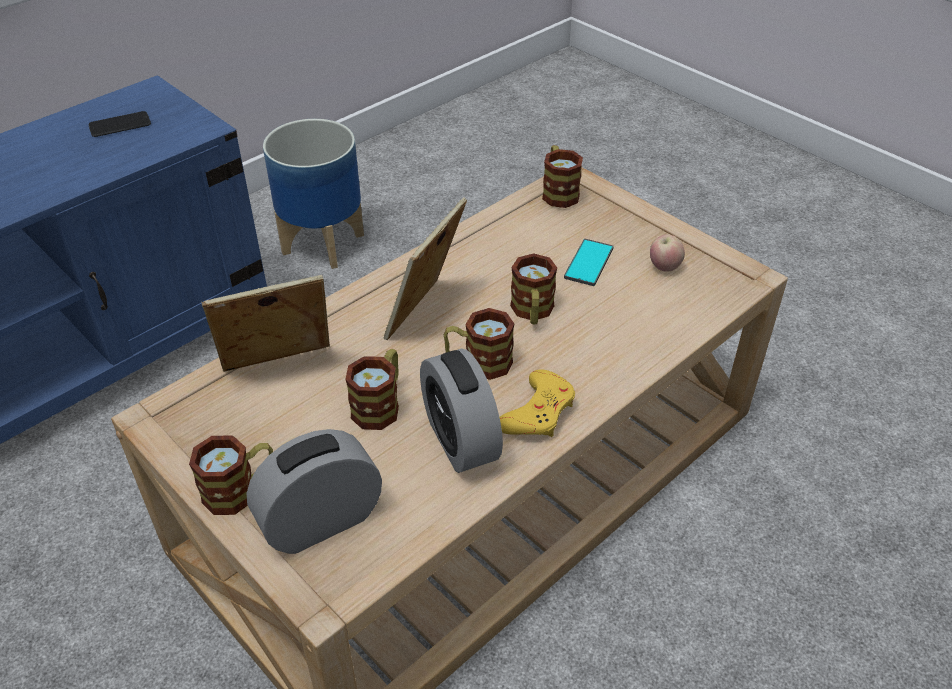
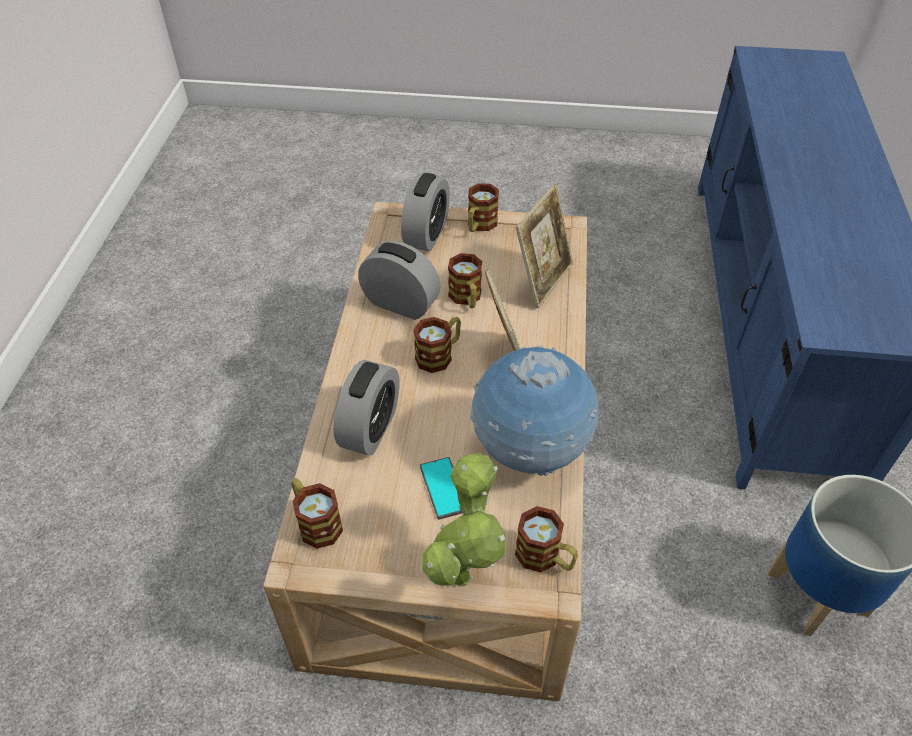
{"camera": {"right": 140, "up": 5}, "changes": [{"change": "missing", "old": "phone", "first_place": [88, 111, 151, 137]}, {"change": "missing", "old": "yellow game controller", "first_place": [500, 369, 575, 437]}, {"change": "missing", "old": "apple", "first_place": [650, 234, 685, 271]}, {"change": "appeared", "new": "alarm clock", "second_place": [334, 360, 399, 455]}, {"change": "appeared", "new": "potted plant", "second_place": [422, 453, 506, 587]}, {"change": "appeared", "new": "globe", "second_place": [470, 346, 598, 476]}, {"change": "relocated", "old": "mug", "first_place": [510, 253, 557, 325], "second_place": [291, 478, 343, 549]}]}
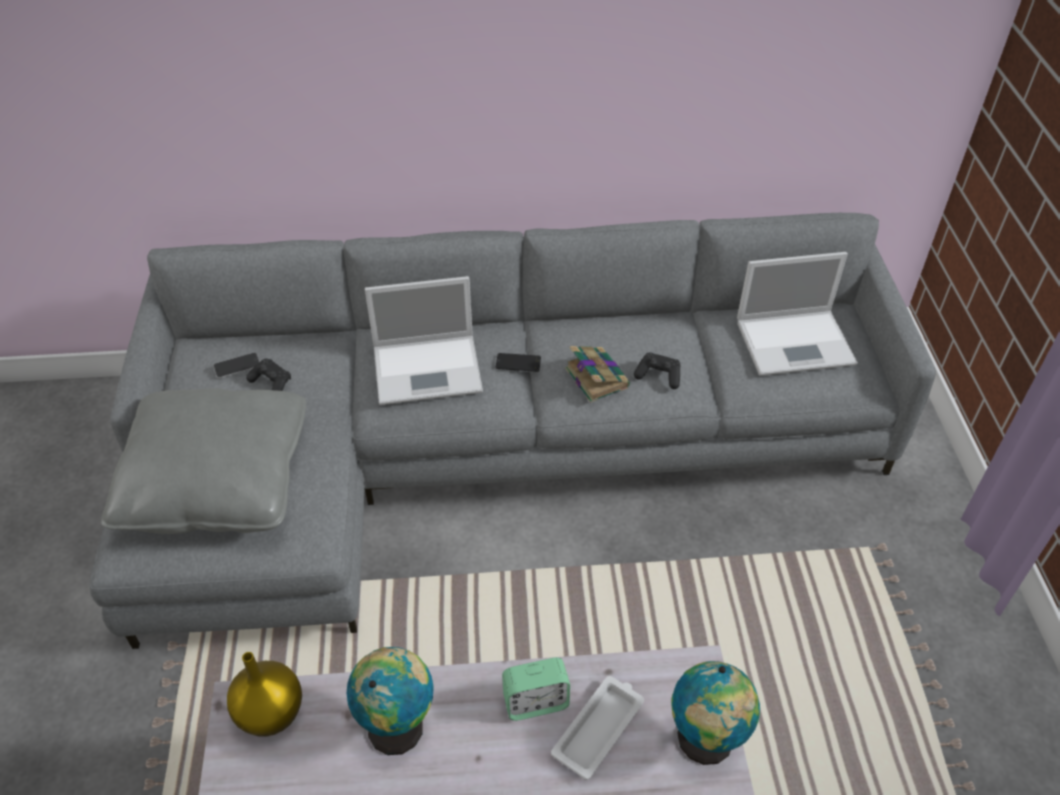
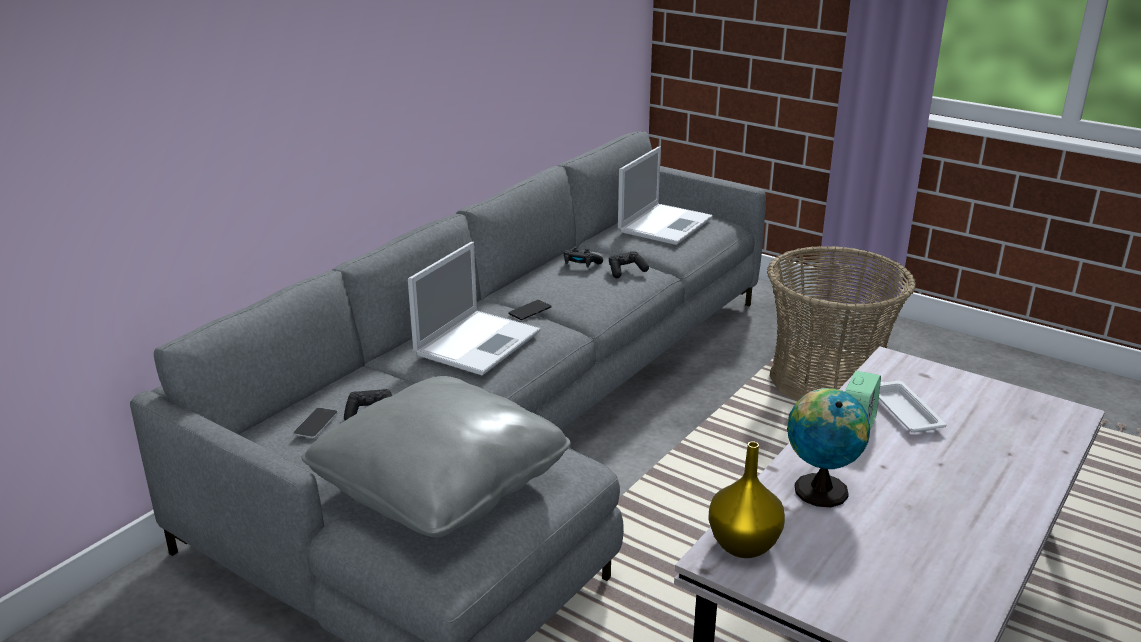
{"camera": {"right": -50, "up": -20}, "changes": [{"change": "missing", "old": "book", "first_place": [565, 346, 630, 403]}, {"change": "missing", "old": "globe", "first_place": [671, 661, 760, 765]}, {"change": "appeared", "new": "black game controller", "second_place": [564, 246, 603, 267]}, {"change": "appeared", "new": "basket", "second_place": [767, 246, 916, 401]}]}
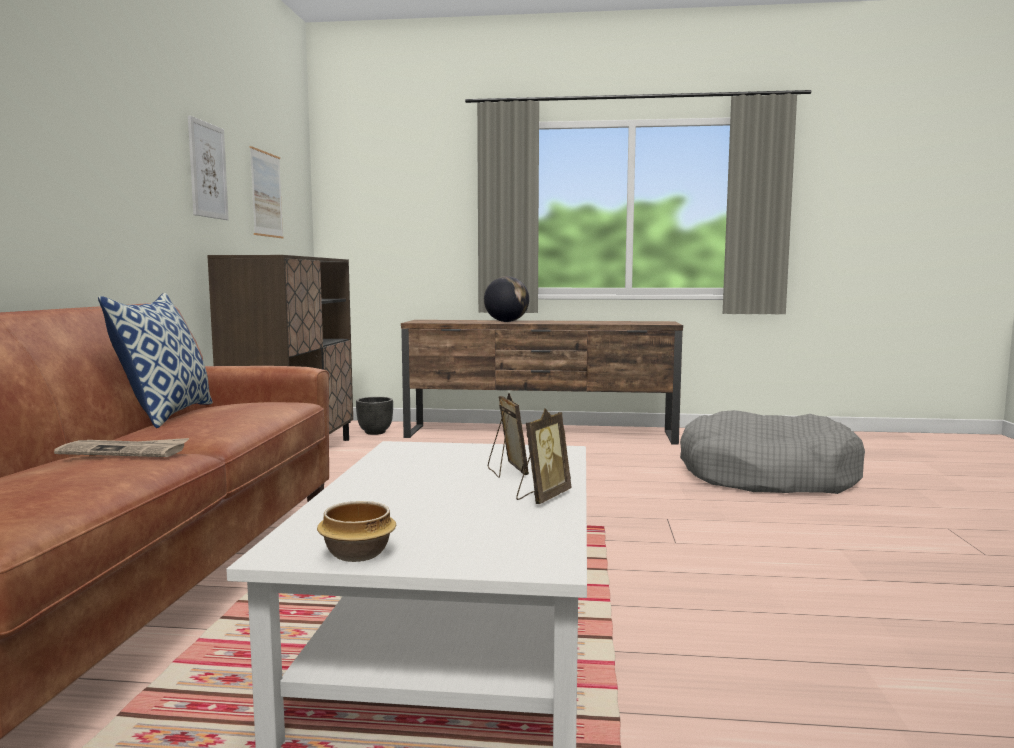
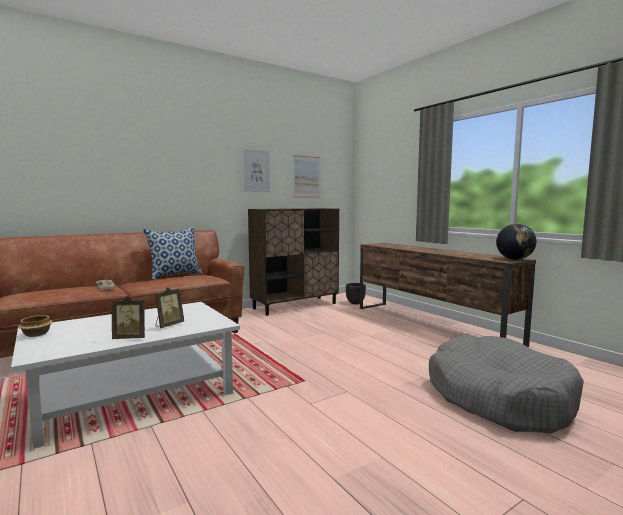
{"camera": {"right": 50, "up": 0}, "changes": [{"change": "relocated", "old": "globe", "first_place": [484, 276, 529, 322], "second_place": [496, 224, 537, 260]}]}
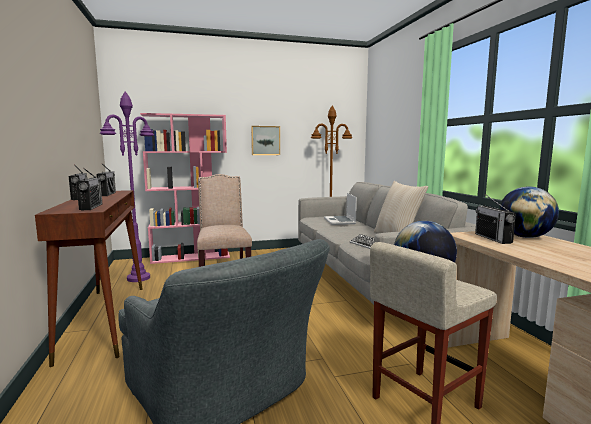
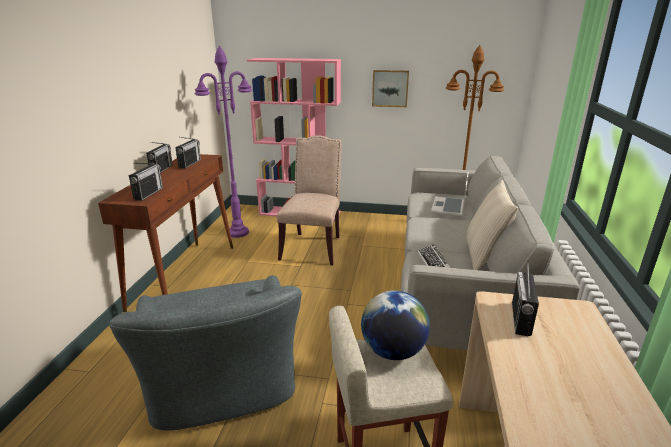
{"camera": {"right": 25, "up": 15}, "changes": [{"change": "missing", "old": "globe", "first_place": [499, 187, 559, 238]}]}
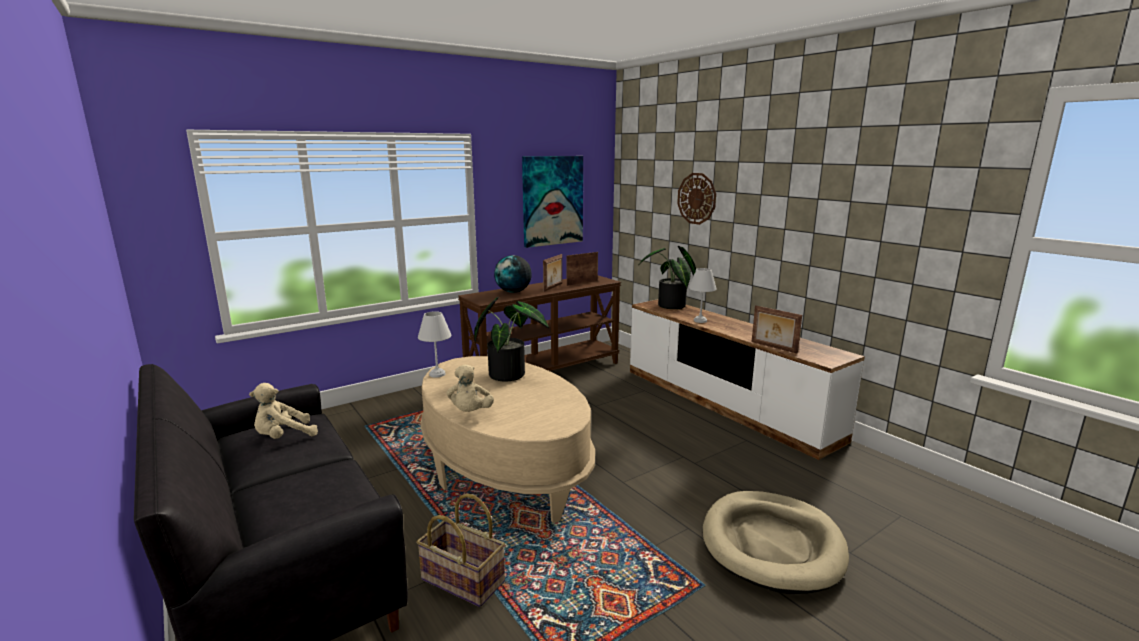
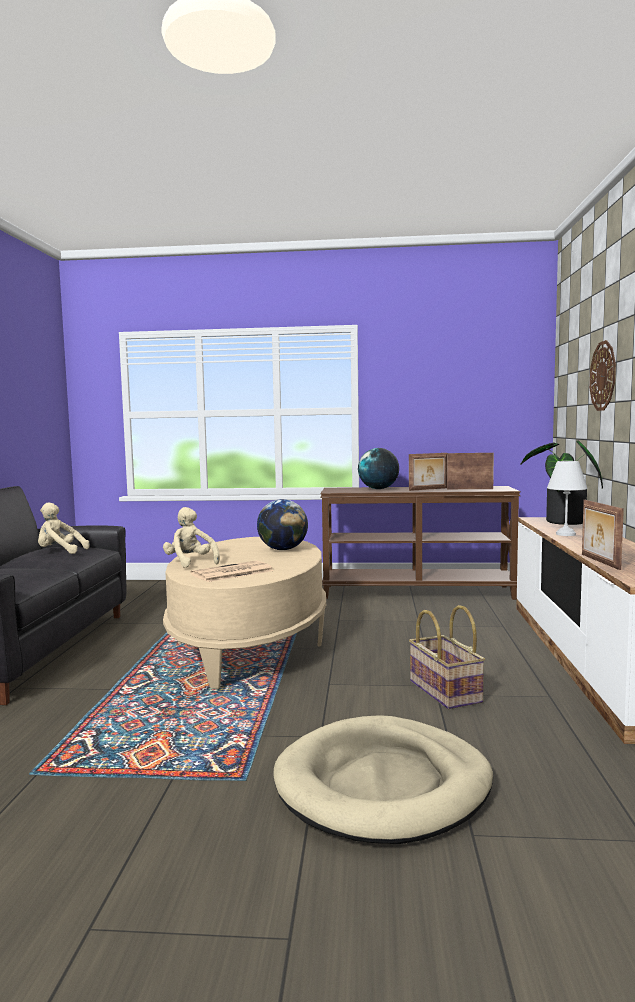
{"camera": {"right": 40, "up": -10}, "changes": [{"change": "missing", "old": "white table lamp", "first_place": [418, 311, 451, 378]}, {"change": "missing", "old": "picture", "first_place": [522, 156, 583, 248]}, {"change": "appeared", "new": "newspaper", "second_place": [190, 560, 274, 582]}, {"change": "relocated", "old": "basket", "first_place": [417, 494, 505, 607], "second_place": [409, 605, 485, 709]}, {"change": "exchanged", "old": "potted plant", "new": "globe", "first_place": [474, 297, 549, 381], "second_place": [257, 499, 308, 550]}, {"change": "spun", "old": "beige plush toy", "first_place": [447, 365, 494, 412], "second_place": [163, 507, 220, 568], "degrees": 105}]}
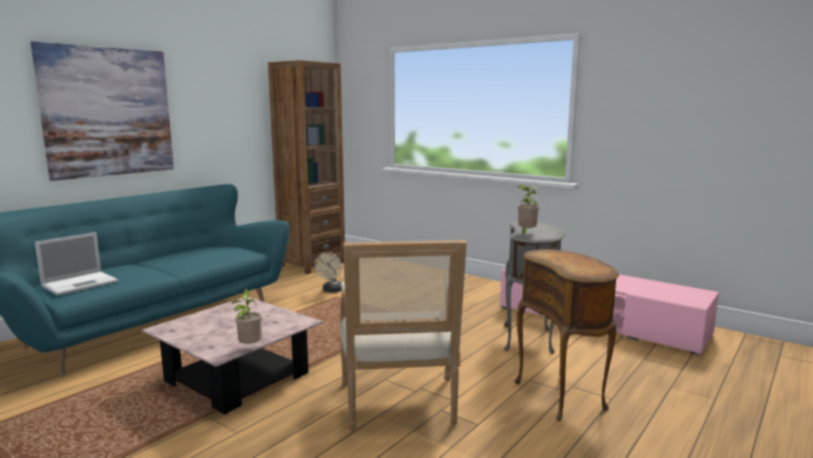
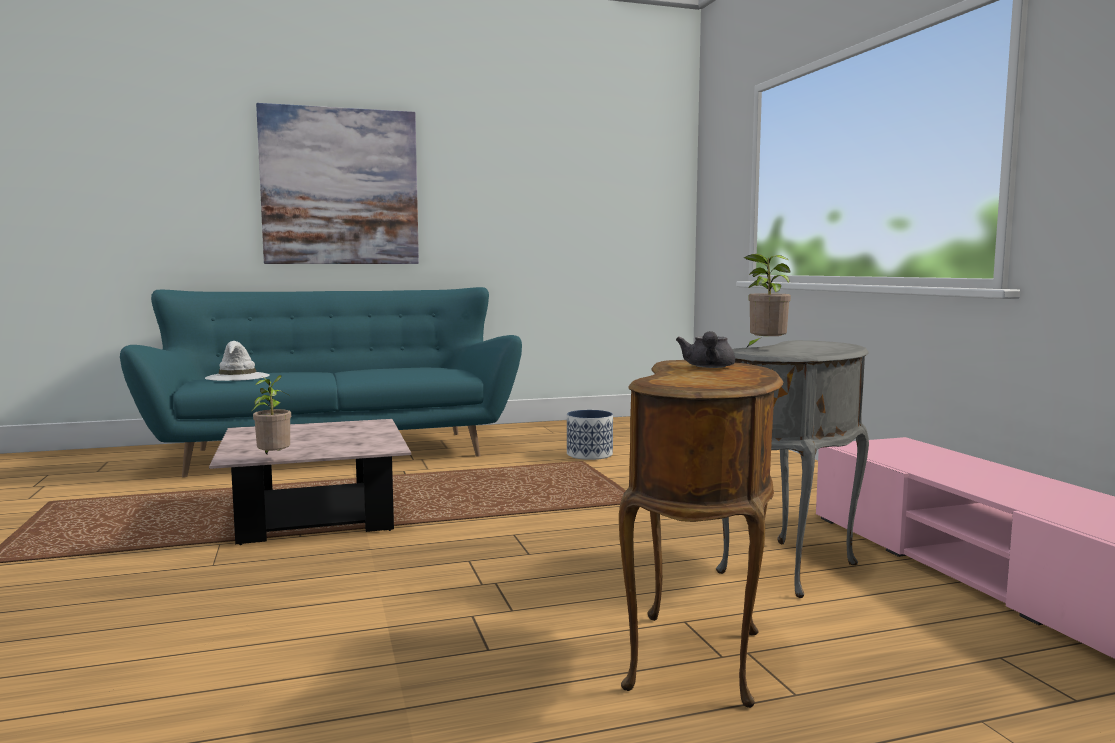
{"camera": {"right": 35, "up": -5}, "changes": [{"change": "missing", "old": "brown bookcase", "first_place": [268, 60, 345, 274]}, {"change": "missing", "old": "armchair", "first_place": [340, 240, 467, 431]}, {"change": "appeared", "new": "grey teapot", "second_place": [676, 331, 735, 368]}, {"change": "exchanged", "old": "laptop", "new": "white hat", "first_place": [35, 232, 119, 296], "second_place": [205, 341, 269, 381]}, {"change": "exchanged", "old": "beige fan", "new": "planter", "first_place": [315, 252, 342, 292], "second_place": [567, 410, 613, 460]}]}
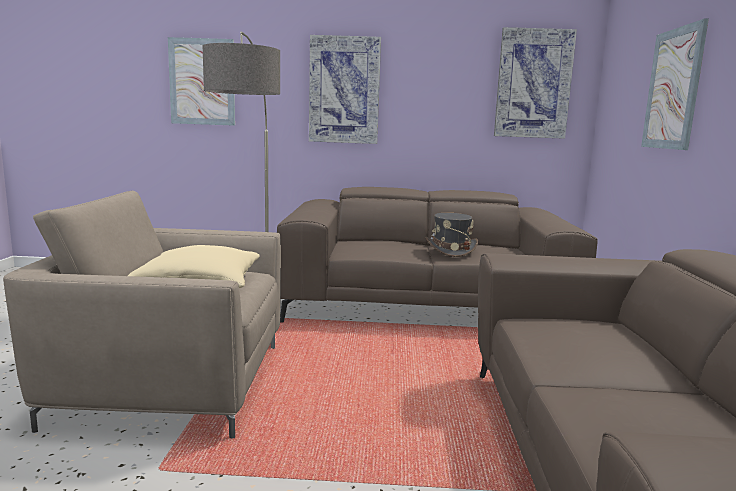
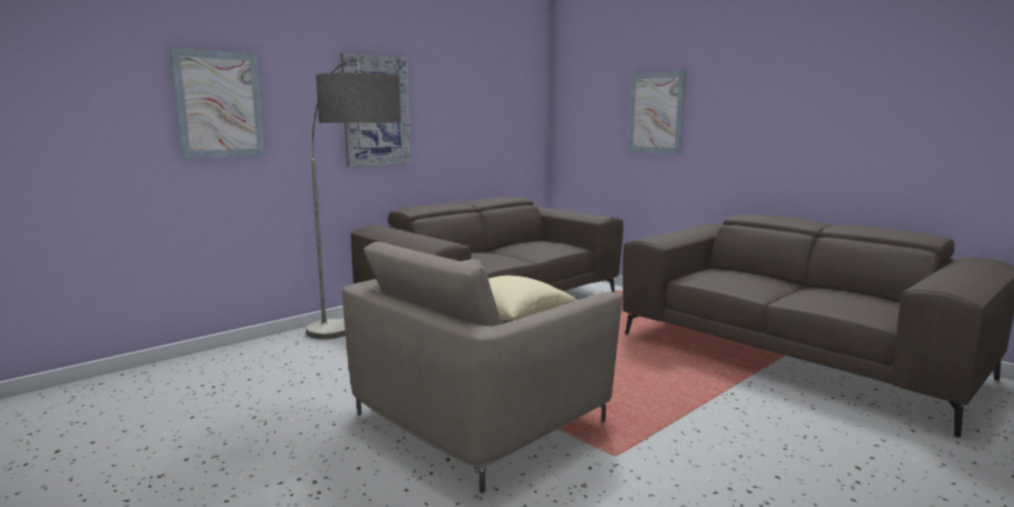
{"camera": {"right": -45, "up": 0}, "changes": [{"change": "missing", "old": "grey hat", "first_place": [426, 213, 478, 257]}, {"change": "missing", "old": "picture", "first_place": [494, 27, 577, 139]}]}
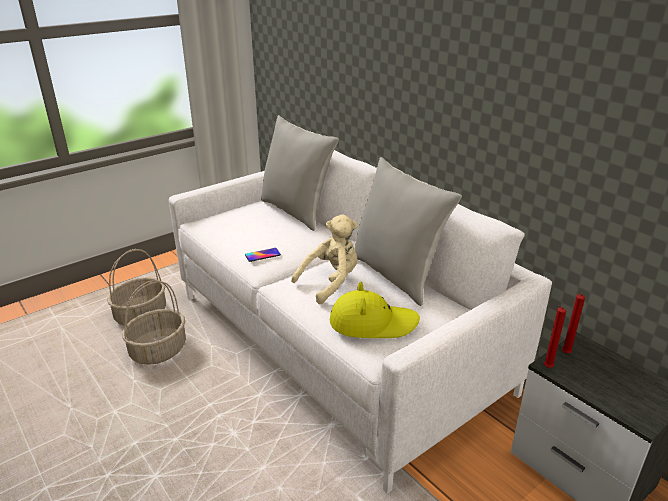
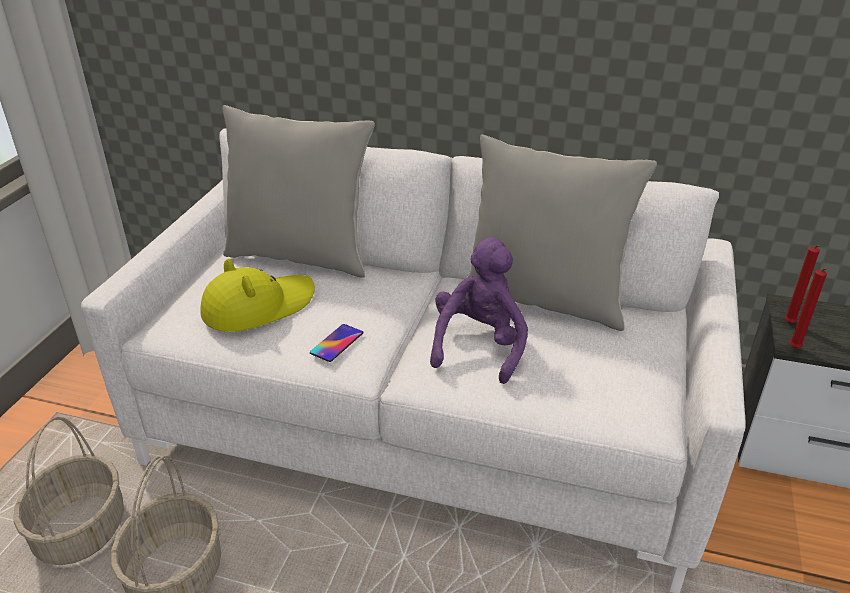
{"camera": {"right": -35, "up": 5}, "changes": [{"change": "relocated", "old": "yellow hat", "first_place": [330, 282, 420, 338], "second_place": [200, 258, 315, 332]}, {"change": "colour", "old": "beige plush toy", "new": "purple plush toy", "first_place": [291, 214, 358, 304], "second_place": [430, 237, 528, 384]}]}
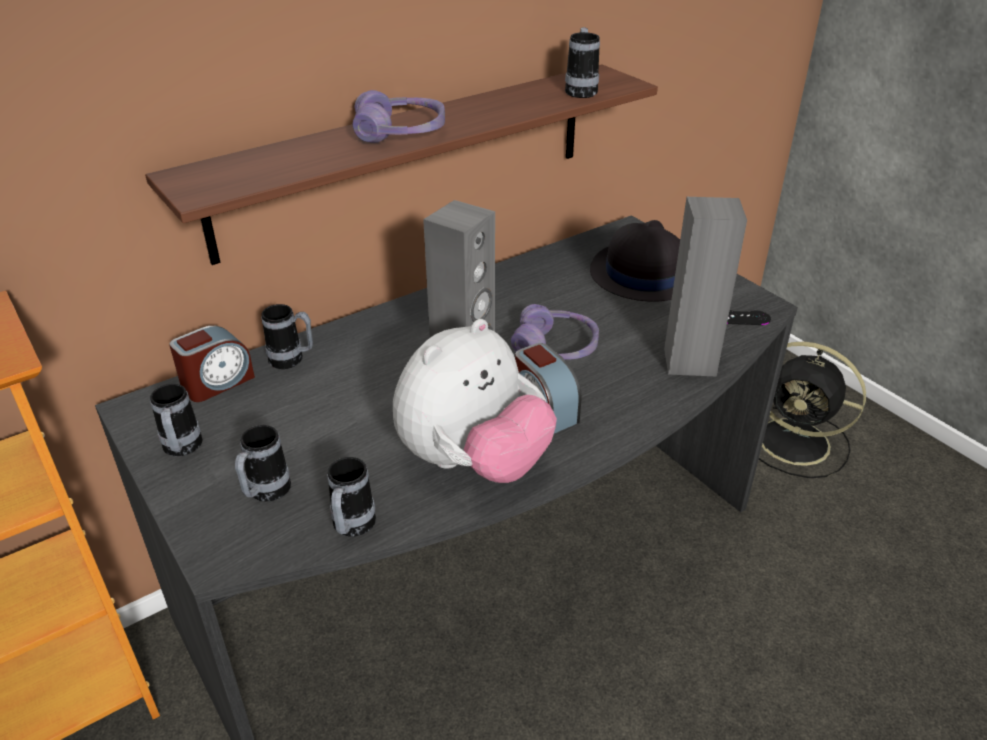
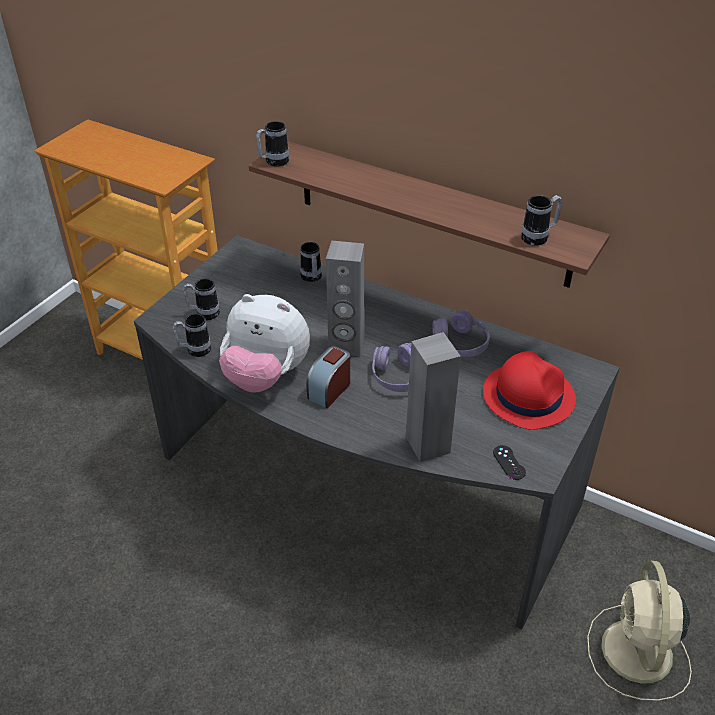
{"camera": {"right": 65, "up": 5}, "changes": [{"change": "missing", "old": "alarm clock", "first_place": [169, 326, 255, 402]}, {"change": "relocated", "old": "mug", "first_place": [150, 384, 203, 456], "second_place": [256, 121, 289, 167]}, {"change": "relocated", "old": "purple headphones", "first_place": [353, 90, 445, 143], "second_place": [432, 310, 490, 357]}, {"change": "colour", "old": "black hat", "new": "red hat", "first_place": [590, 220, 680, 302], "second_place": [483, 351, 576, 430]}, {"change": "colour", "old": "black fan", "new": "beige fan", "first_place": [759, 342, 866, 478], "second_place": [587, 561, 692, 701]}]}
